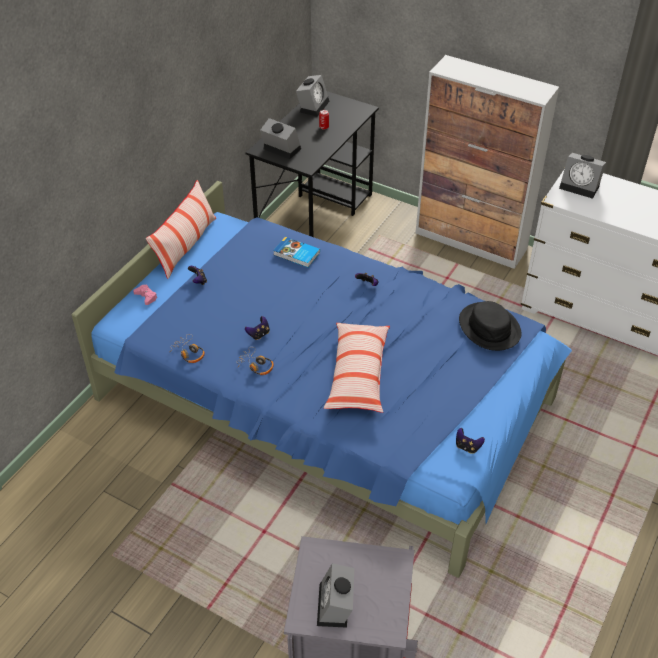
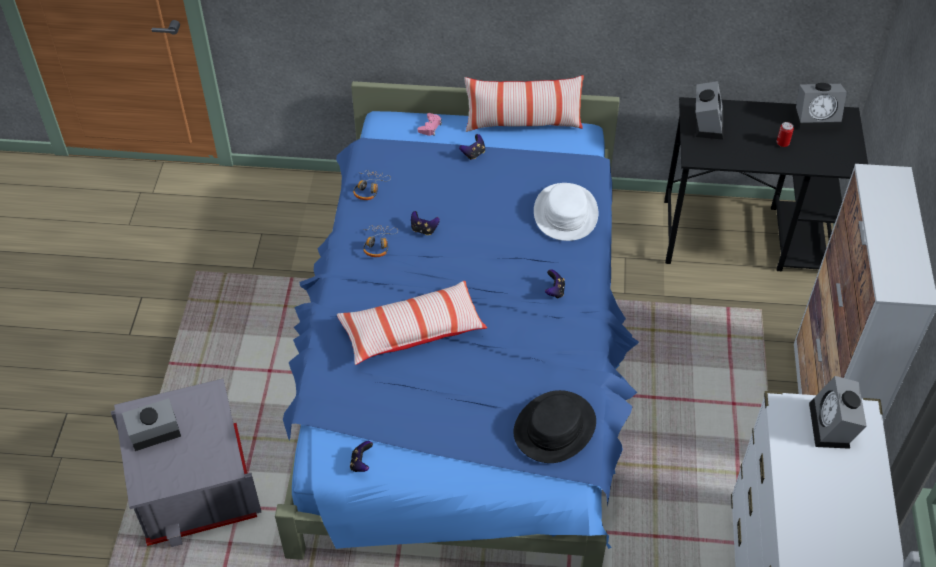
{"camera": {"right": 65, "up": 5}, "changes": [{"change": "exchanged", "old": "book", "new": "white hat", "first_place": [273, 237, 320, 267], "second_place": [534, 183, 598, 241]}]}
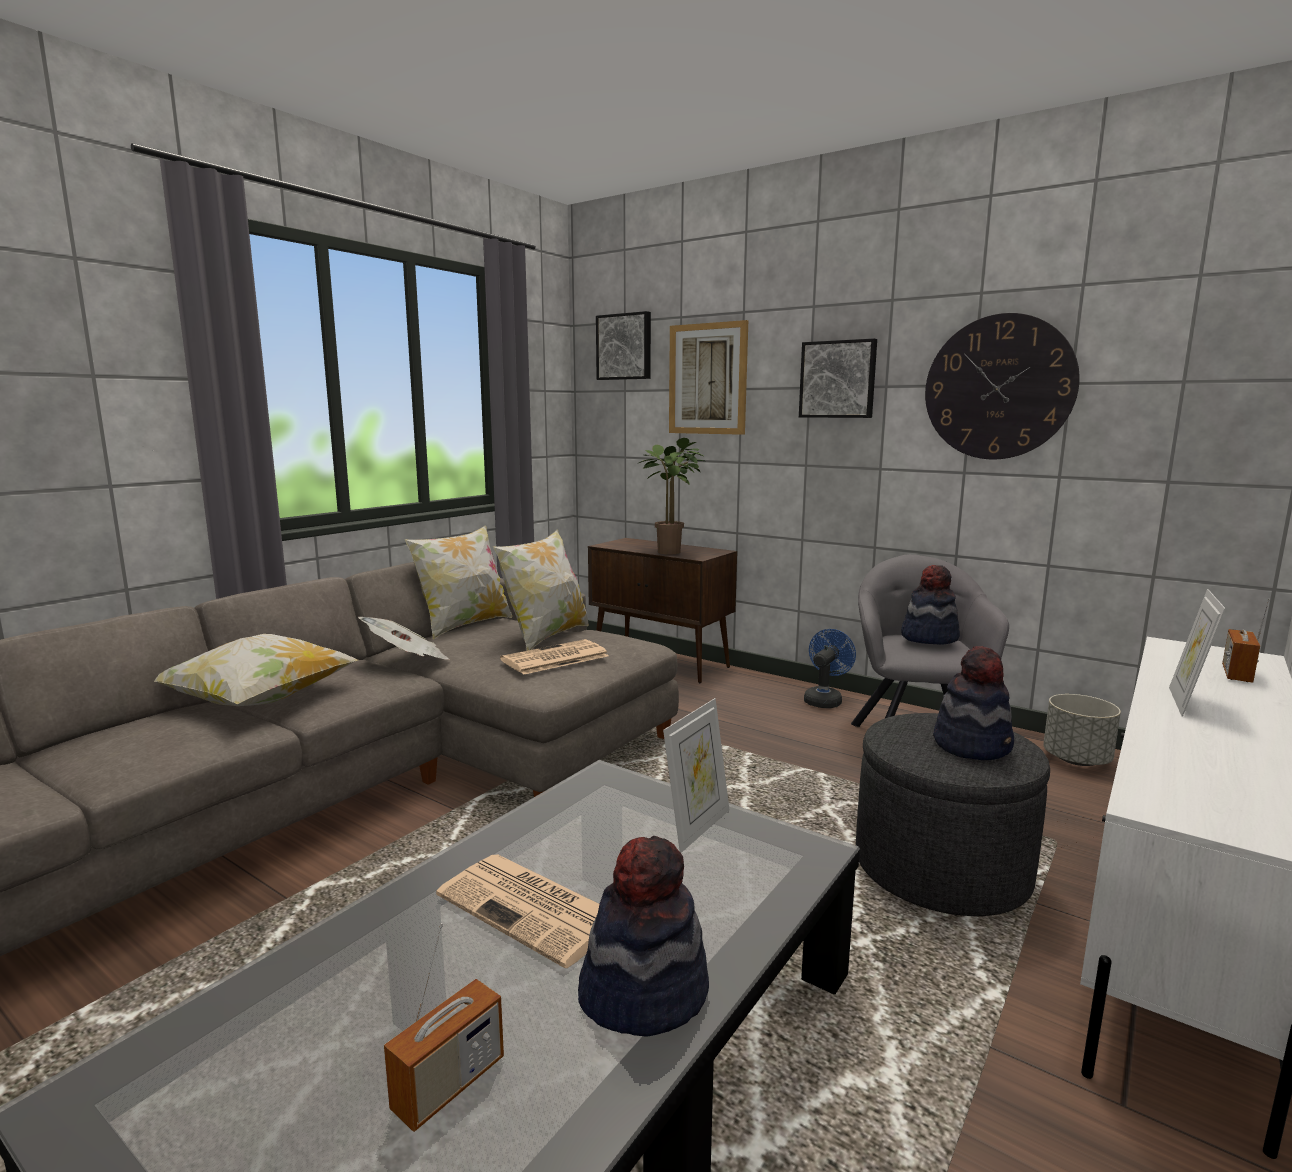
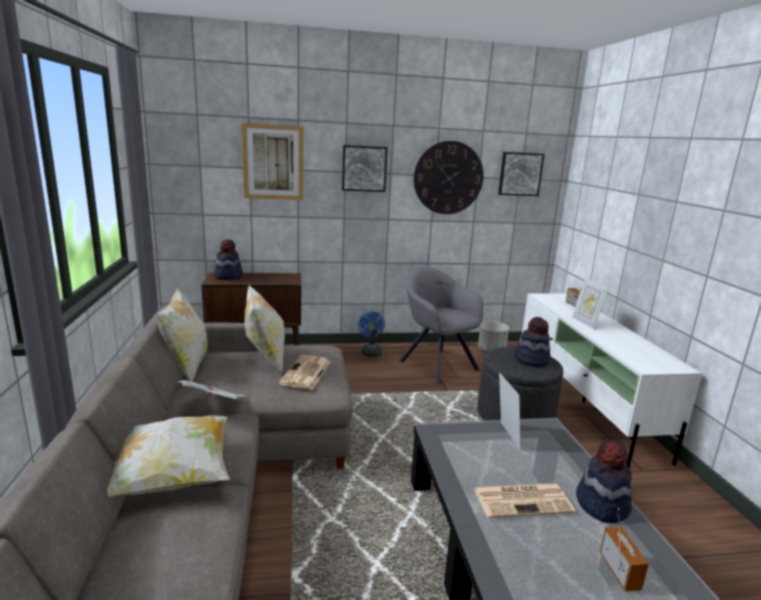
{"camera": {"right": -45, "up": 5}, "changes": [{"change": "missing", "old": "potted plant", "first_place": [637, 438, 704, 555]}, {"change": "relocated", "old": "picture", "first_place": [596, 311, 651, 380], "second_place": [498, 152, 545, 196]}, {"change": "relocated", "old": "hat", "first_place": [901, 565, 960, 645], "second_place": [214, 239, 243, 280]}]}
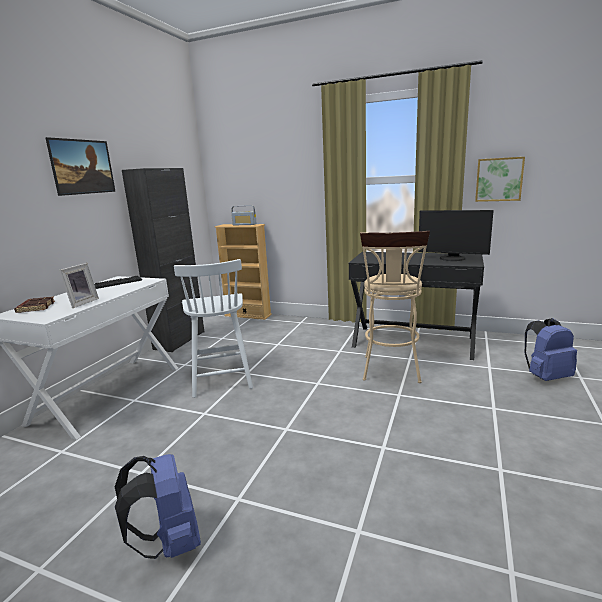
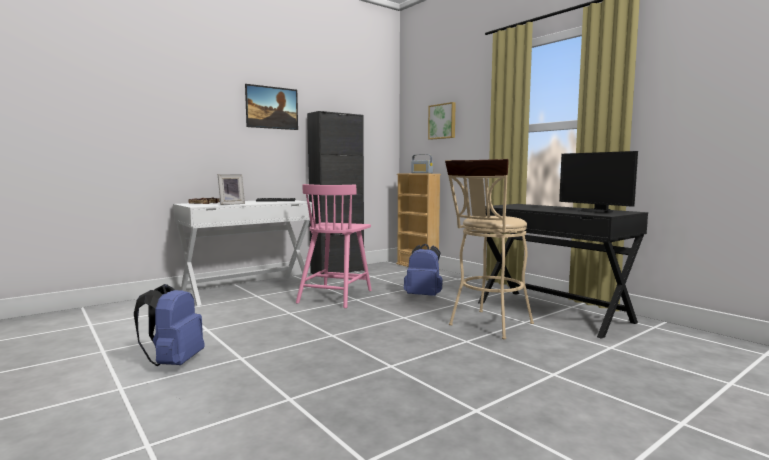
{"camera": {"right": 30, "up": -10}, "changes": [{"change": "relocated", "old": "picture", "first_place": [475, 157, 525, 202], "second_place": [428, 102, 456, 140]}, {"change": "relocated", "old": "blue backpack", "first_place": [524, 318, 577, 381], "second_place": [404, 244, 443, 296]}, {"change": "colour", "old": "white chair", "new": "pink chair", "first_place": [174, 259, 253, 398], "second_place": [296, 184, 372, 308]}]}
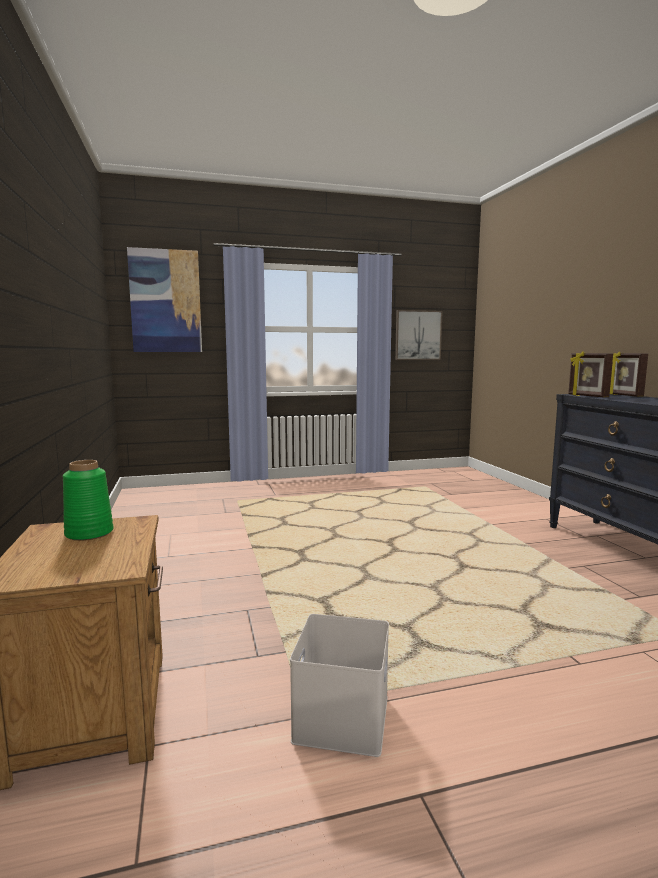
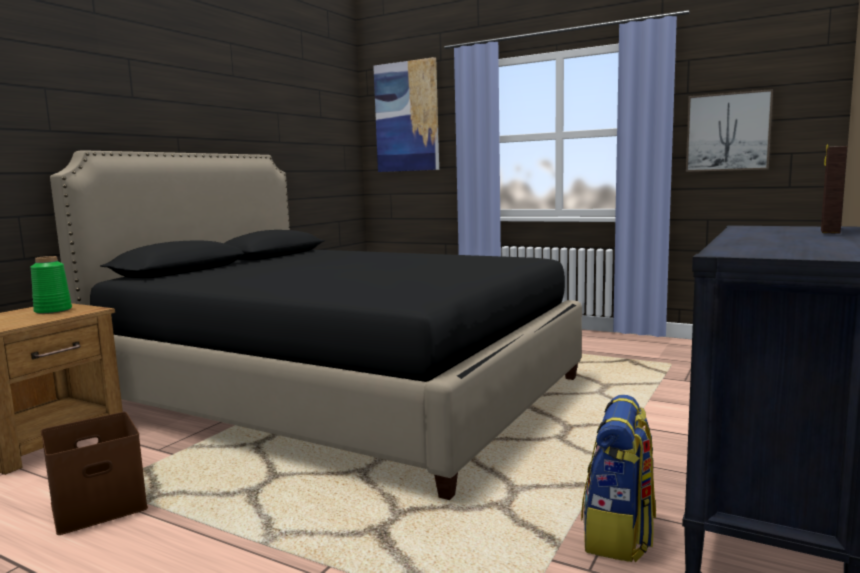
{"camera": {"right": 45, "up": 0}, "changes": [{"change": "missing", "old": "picture frame", "first_place": [568, 352, 613, 397]}, {"change": "appeared", "new": "black bed", "second_place": [50, 150, 582, 500]}, {"change": "appeared", "new": "backpack", "second_place": [581, 395, 656, 562]}, {"change": "colour", "old": "white storage box", "new": "brown storage box", "first_place": [290, 614, 389, 757], "second_place": [41, 412, 148, 535]}]}
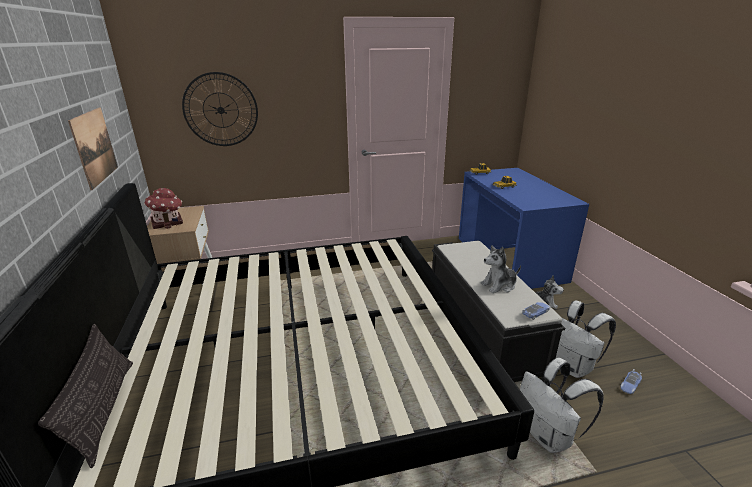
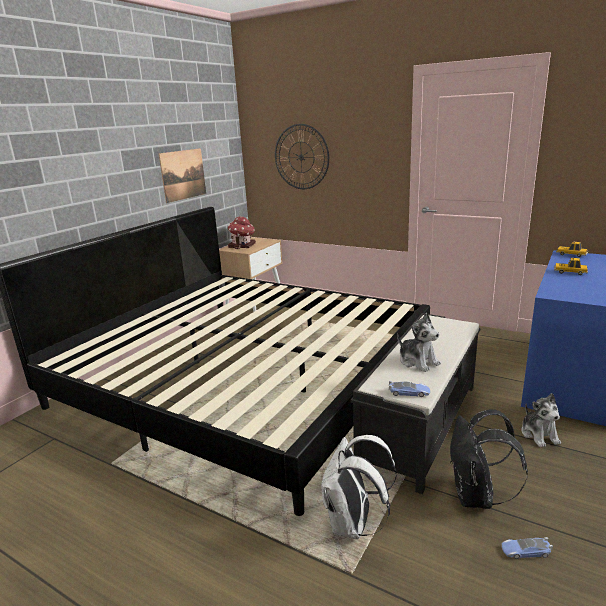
{"camera": {"right": 45, "up": -5}, "changes": [{"change": "missing", "old": "pillow", "first_place": [38, 324, 133, 468]}, {"change": "colour", "old": "white backpack", "new": "black backpack", "first_place": [556, 300, 616, 378], "second_place": [450, 410, 528, 509]}, {"change": "spun", "old": "plush toy", "first_place": [480, 245, 521, 293], "second_place": [397, 313, 441, 372], "degrees": -150}]}
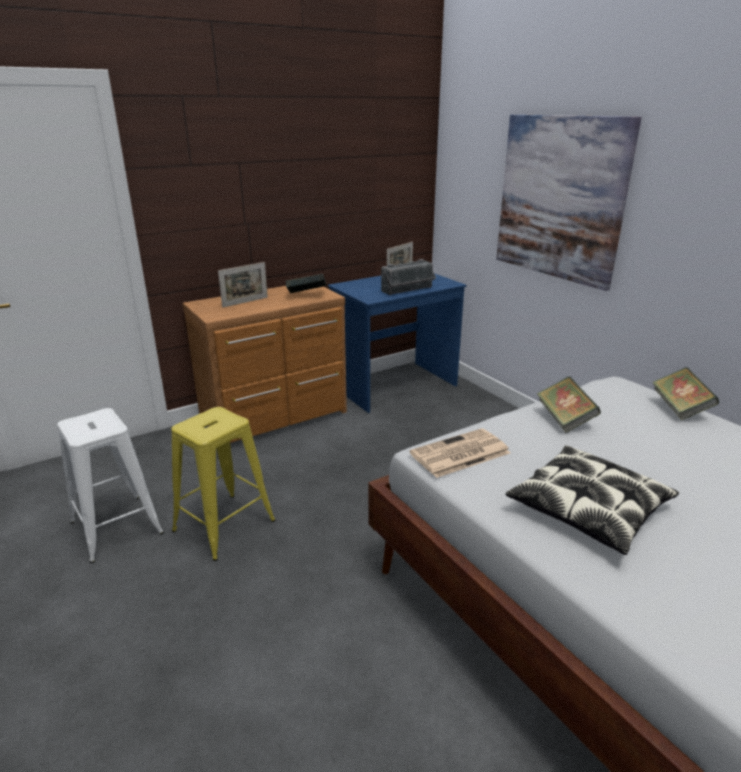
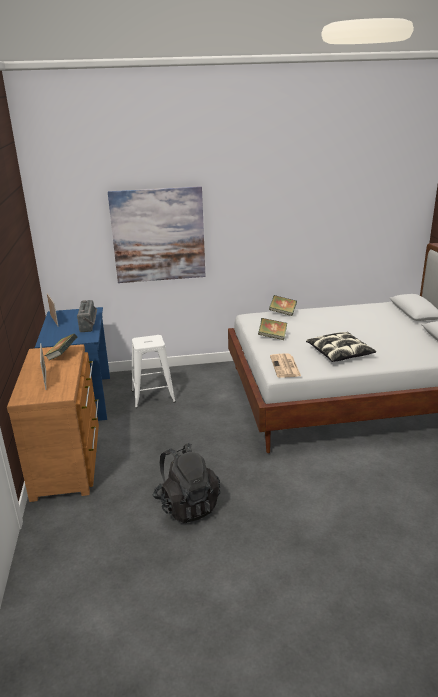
{"camera": {"right": -65, "up": 0}, "changes": [{"change": "relocated", "old": "white stool", "first_place": [57, 408, 164, 563], "second_place": [132, 335, 176, 408]}, {"change": "exchanged", "old": "yellow stool", "new": "black backpack", "first_place": [171, 407, 276, 561], "second_place": [152, 443, 220, 523]}]}
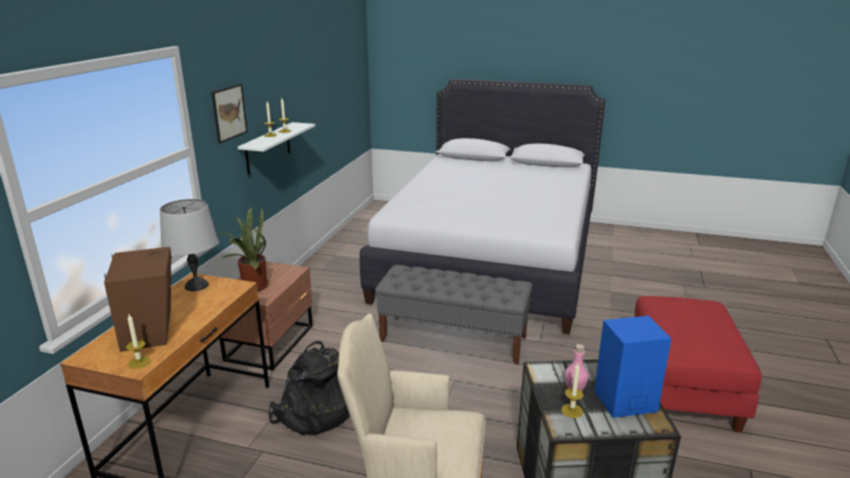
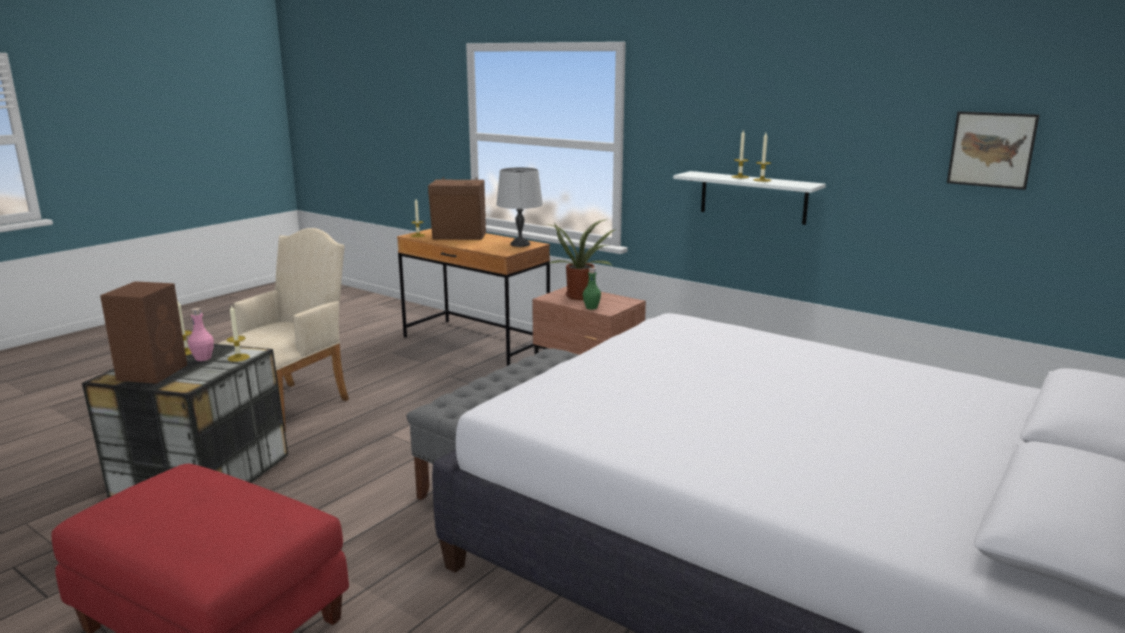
{"camera": {"right": 110, "up": -5}, "changes": [{"change": "missing", "old": "black backpack", "first_place": [269, 341, 350, 435]}, {"change": "appeared", "new": "candle", "second_place": [227, 305, 250, 362]}, {"change": "appeared", "new": "green bottle", "second_place": [583, 268, 601, 310]}, {"change": "relocated", "old": "picture", "first_place": [211, 84, 248, 144], "second_place": [947, 111, 1039, 190]}, {"change": "colour", "old": "blue speaker", "new": "brown speaker", "first_place": [594, 316, 672, 418], "second_place": [100, 281, 187, 384]}]}
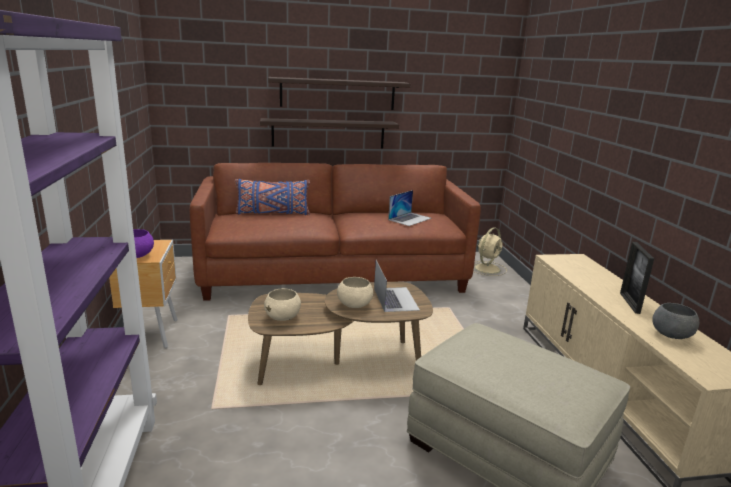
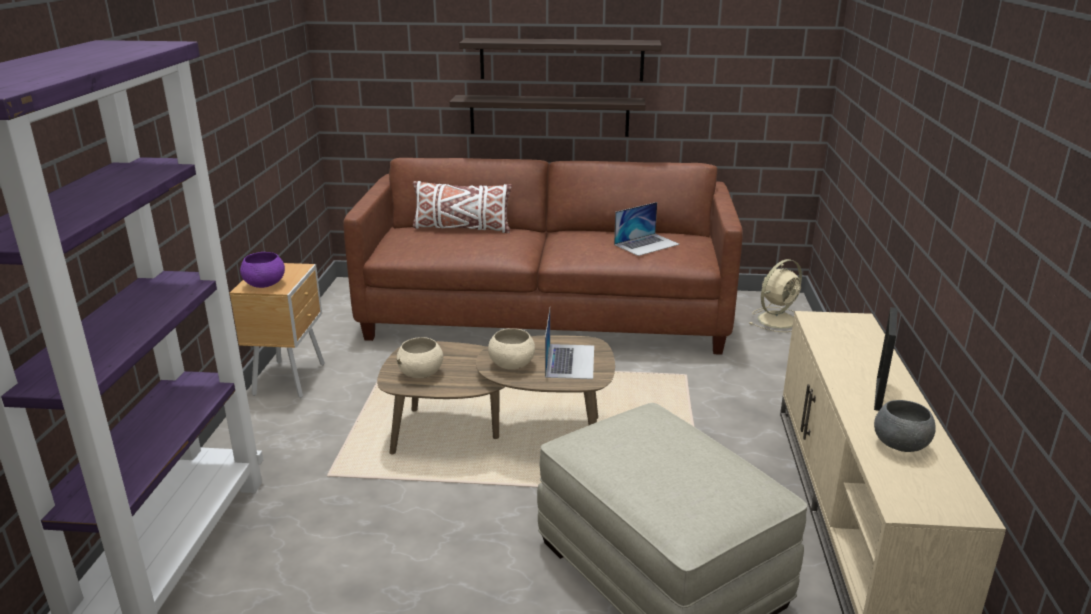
{"camera": {"right": 15, "up": 5}, "changes": [{"change": "colour", "old": "blue pillow", "new": "white pillow", "first_place": [235, 179, 310, 215], "second_place": [413, 181, 512, 233]}]}
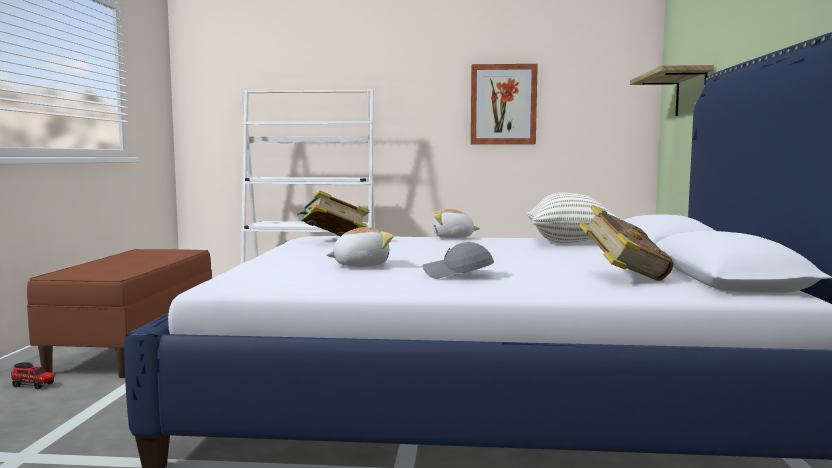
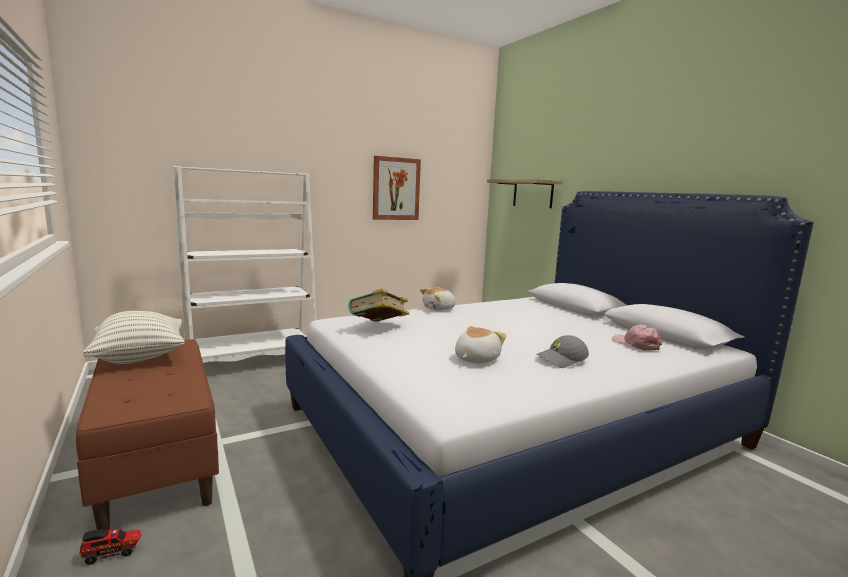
{"camera": {"right": -35, "up": 5}, "changes": [{"change": "relocated", "old": "pillow", "first_place": [526, 193, 622, 243], "second_place": [83, 311, 185, 364]}, {"change": "exchanged", "old": "book", "new": "pink cap", "first_place": [579, 205, 674, 281], "second_place": [612, 325, 662, 351]}]}
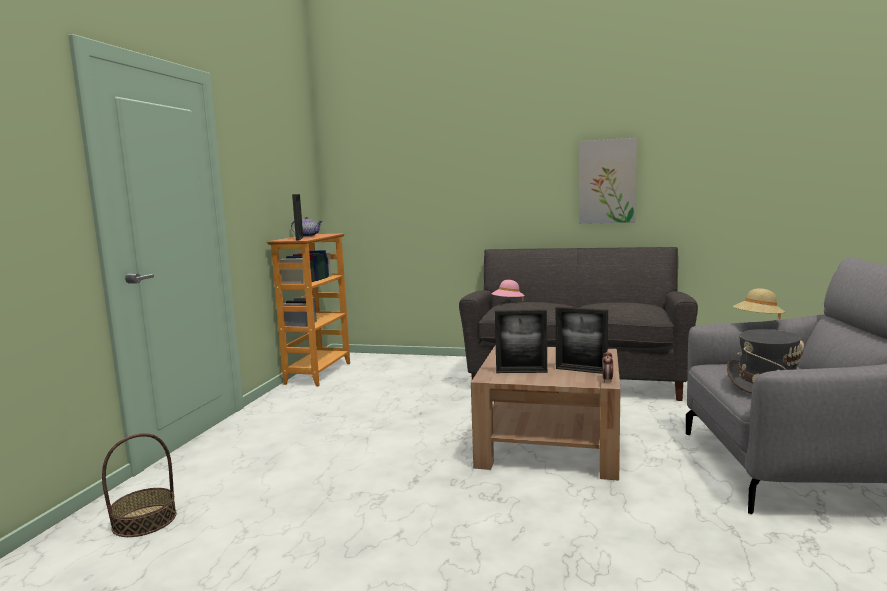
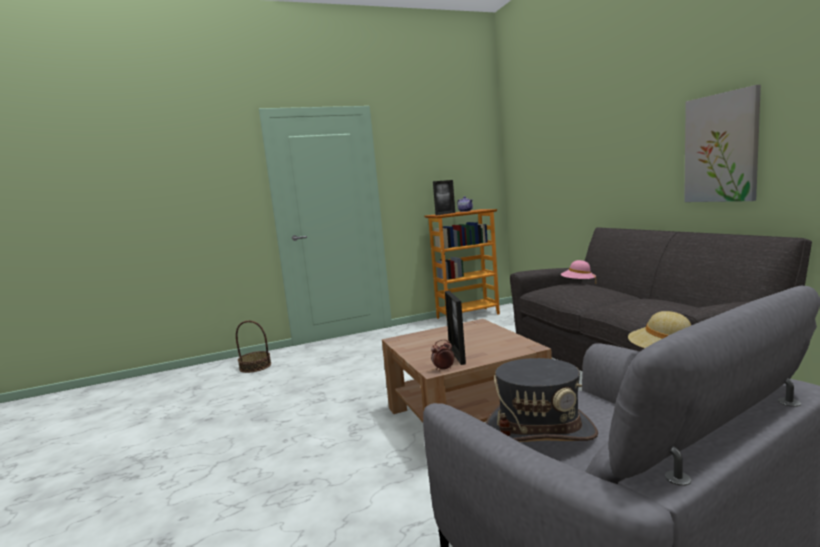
{"camera": {"right": 55, "up": 0}, "changes": [{"change": "missing", "old": "picture frame", "first_place": [495, 309, 547, 373]}]}
